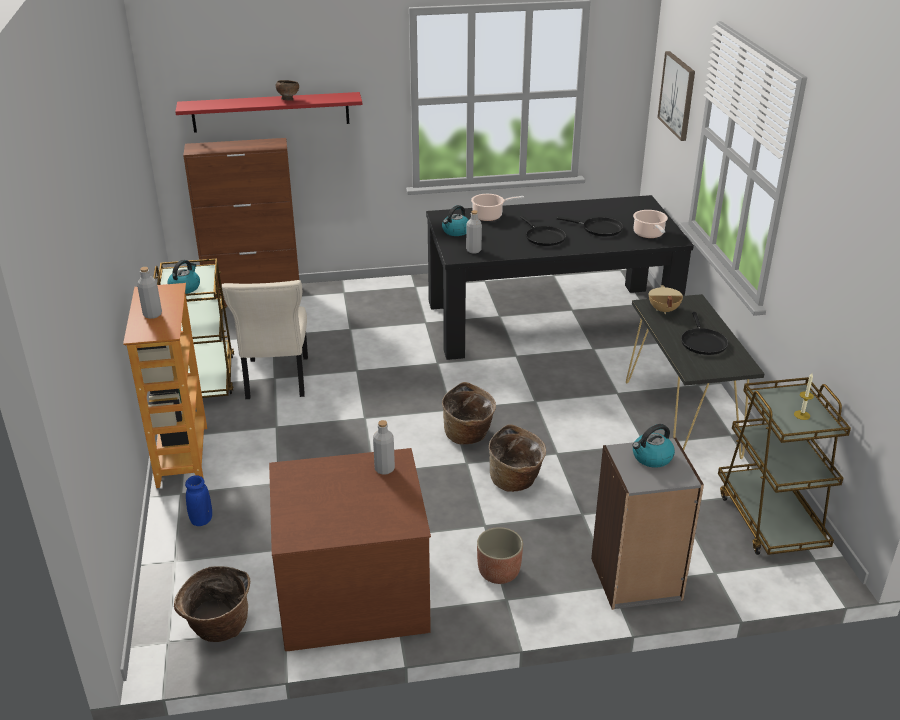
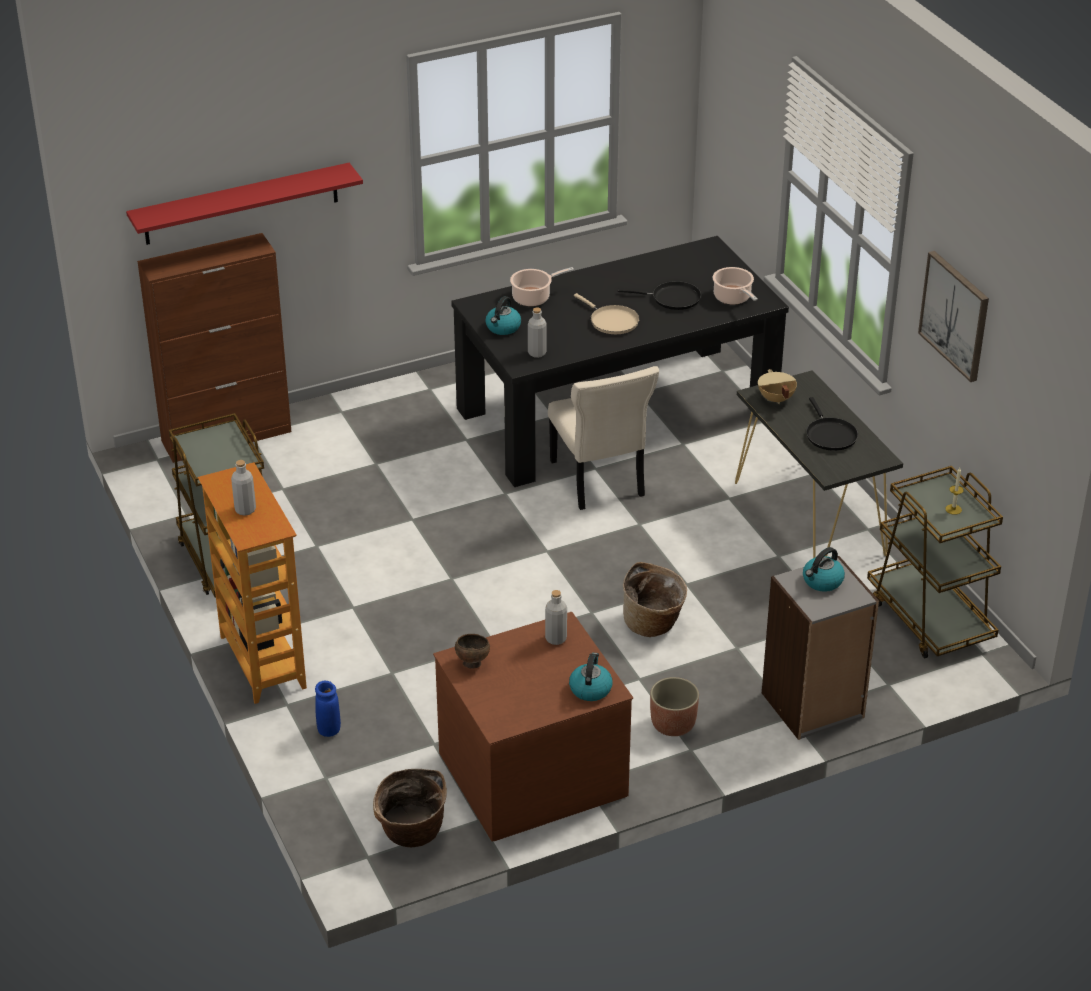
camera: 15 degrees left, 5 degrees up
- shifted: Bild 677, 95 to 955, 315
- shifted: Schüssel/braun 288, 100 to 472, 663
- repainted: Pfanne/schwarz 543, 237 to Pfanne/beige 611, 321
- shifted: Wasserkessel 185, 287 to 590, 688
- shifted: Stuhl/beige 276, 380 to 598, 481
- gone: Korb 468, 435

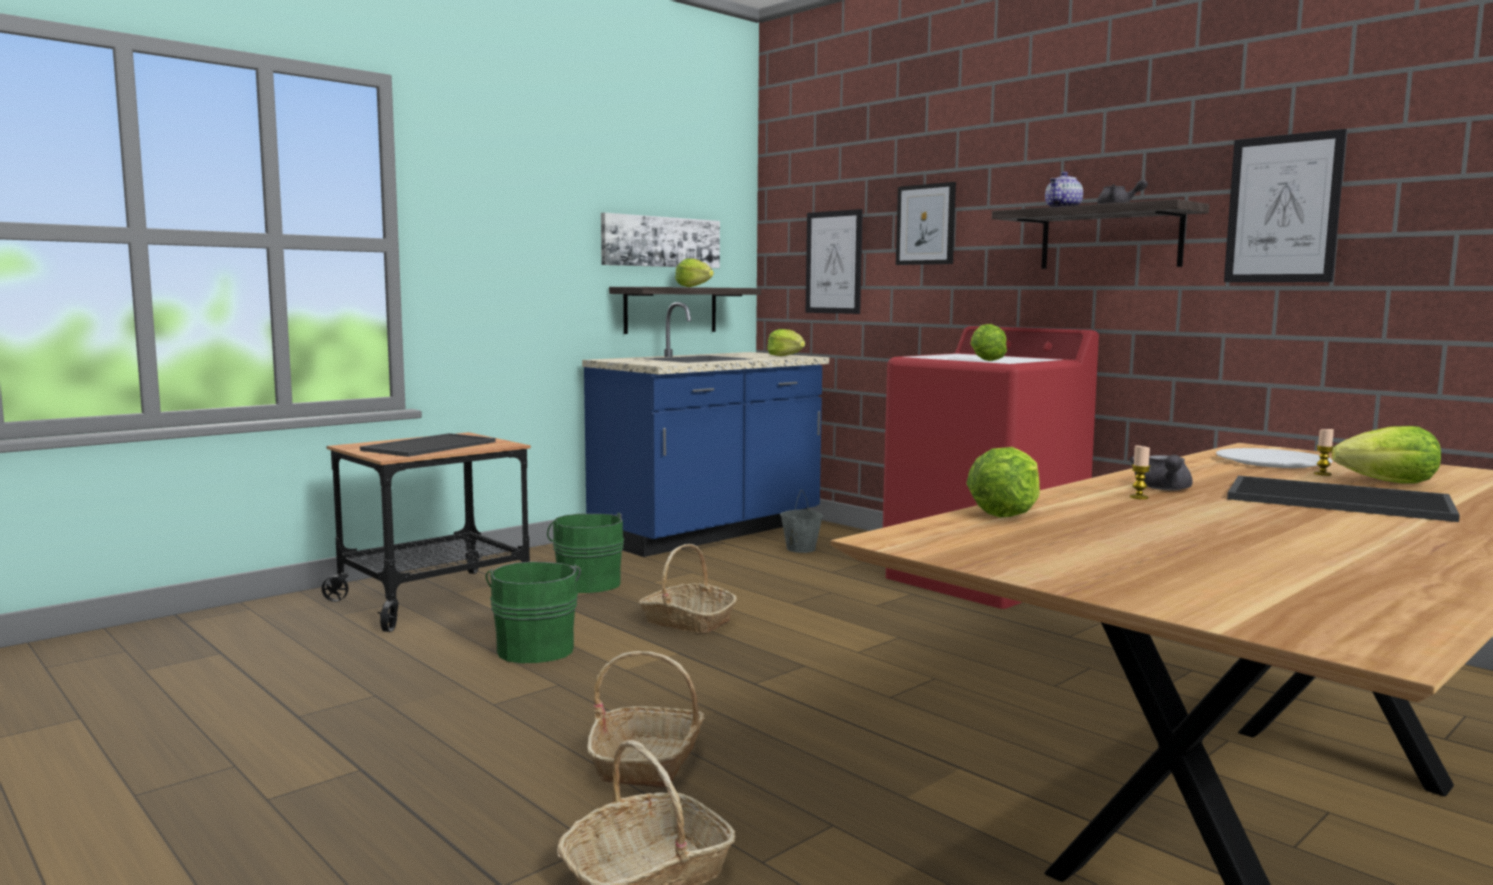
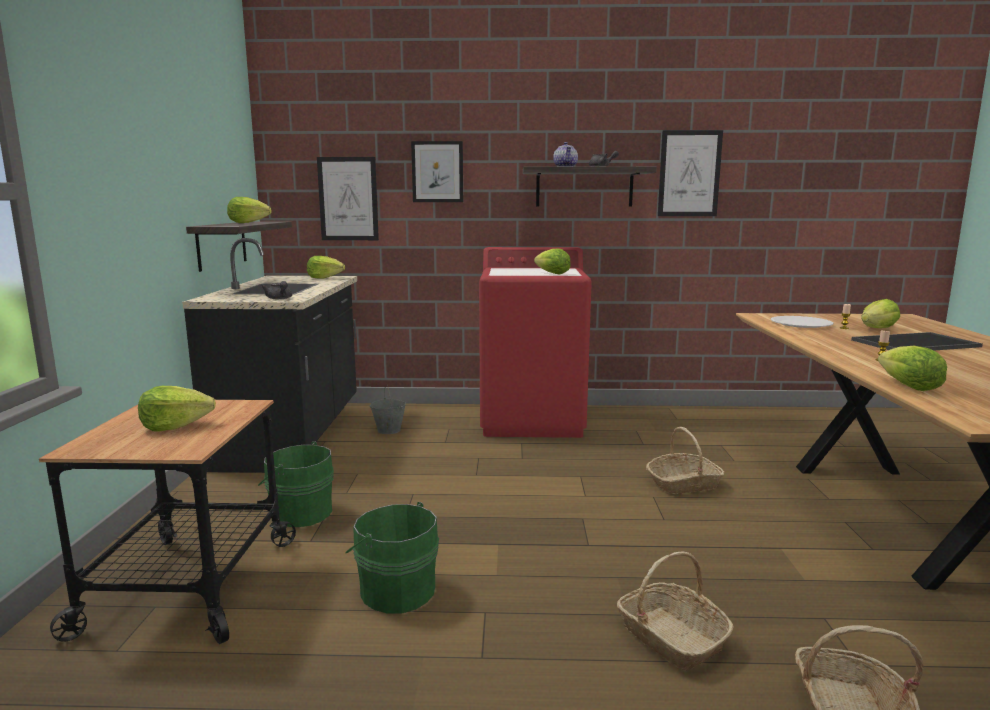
camera: 45 degrees left, 5 degrees up
- gone: Bild 660, 242
- repainted: Küchenzeile/blau 709, 532 to Küchenzeile/schwarz 293, 435
- swapped: Tablett 429, 446 to Salatkopf 175, 426
- shifted: Teekanne/grau 1164, 489 to 280, 299
- shifted: Korb 687, 621 to 683, 484

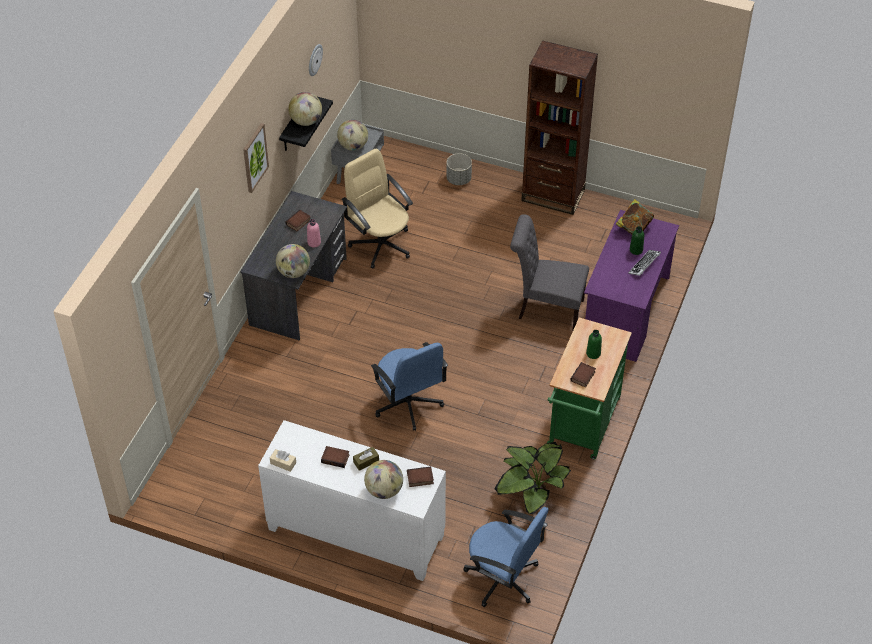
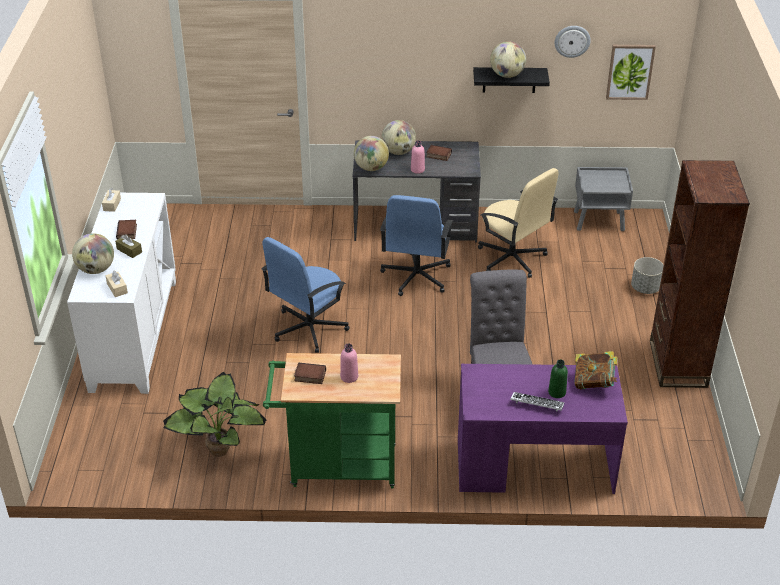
camera: 70 degrees right, 10 degrees down
- shifted: Globus 353, 146 to 398, 152
- shifted: Bild 254, 157 to 630, 71
- rotated: Bürostuhl/beige 381, 244 = 512, 259 105 degrees clockwise
- repainted: Flasche/grün 593, 353 to Flasche/rosa 349, 377
- swapped: Buch 420, 479 to Taschentuchbox/beige 117, 288
- shifted: Bürostuhl/blau 503, 579 to 416, 276

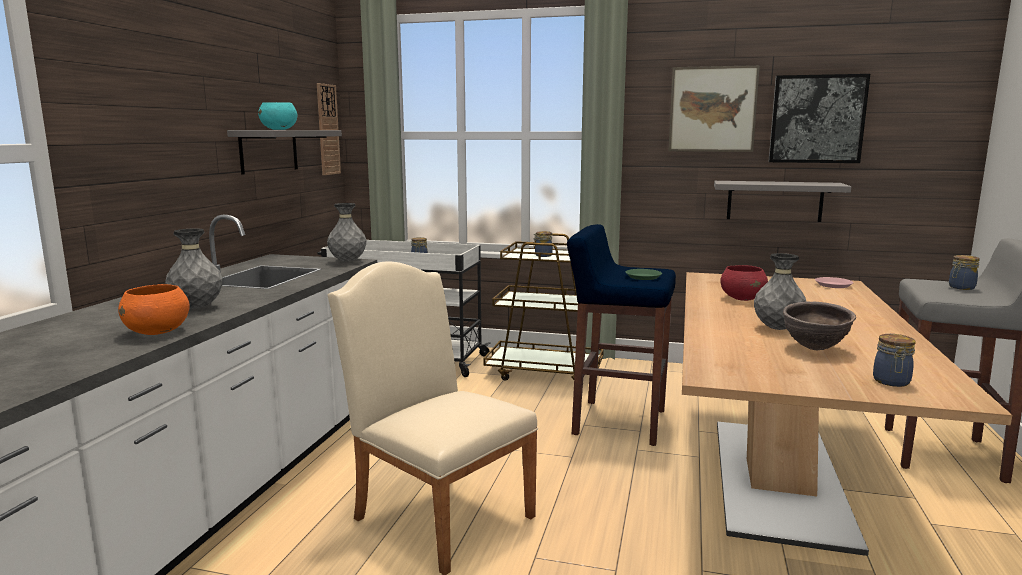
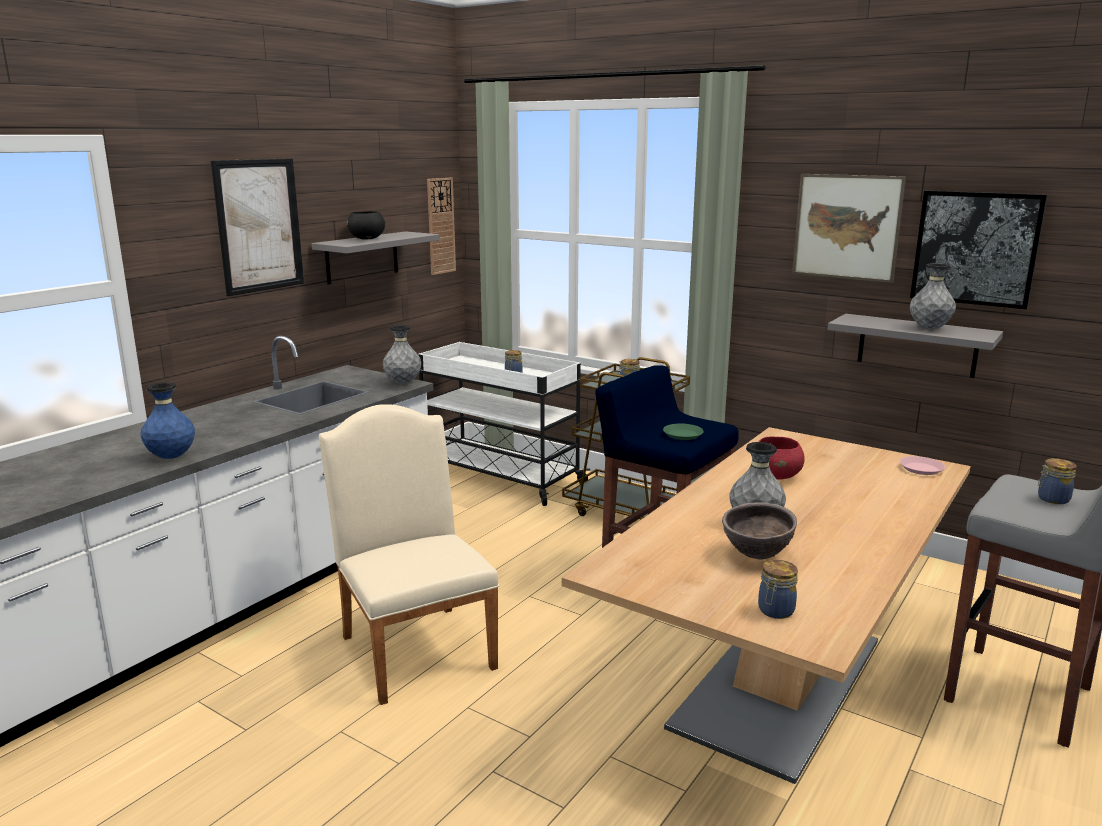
camera: 20 degrees right, 5 degrees up
- repainted: Schüssel/türkis 279, 129 to Schüssel/schwarz 367, 239
- shifted: Vase/grau 197, 307 to 929, 328
- swapped: Schüssel/orange 158, 332 to Vase/blau 171, 457
- new: Bild 259, 225

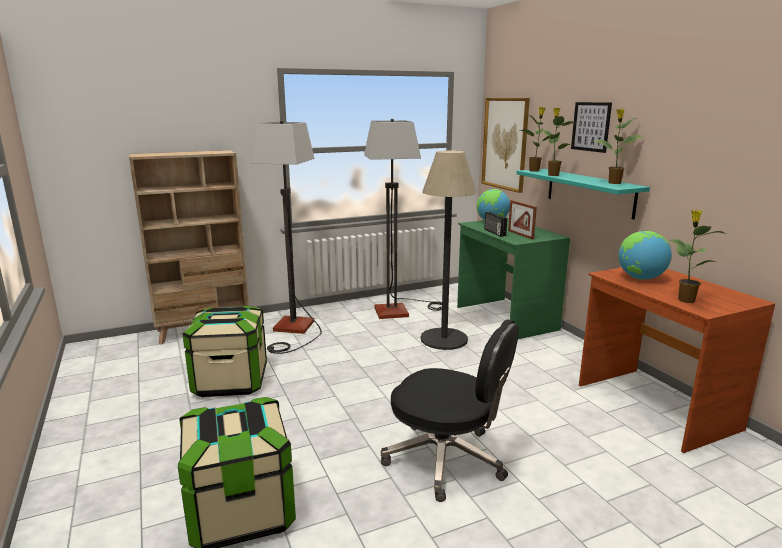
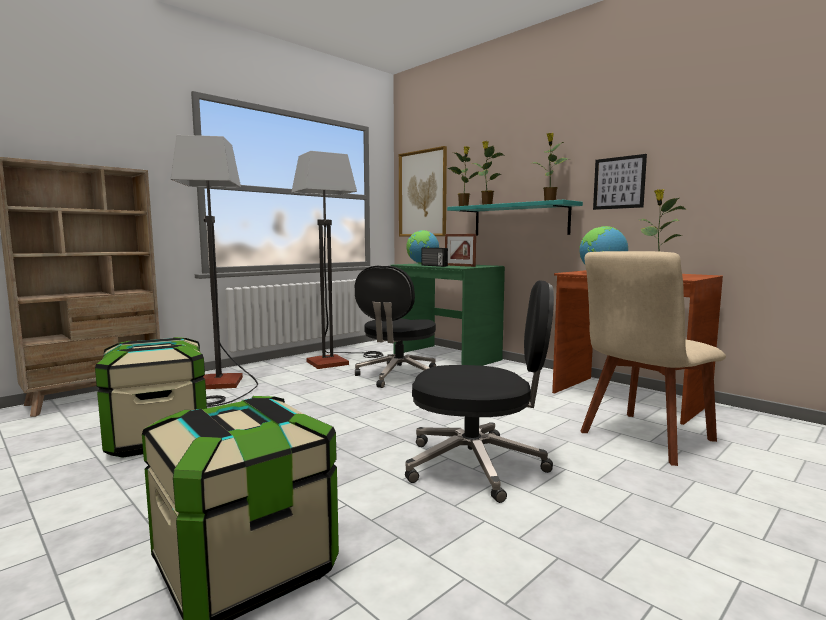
camera: 20 degrees left, 10 degrees down
- shifted: Bild 591, 126 to 619, 183
- swapped: Stehlampe 444, 339 to Bürostuhl/schwarz 398, 376
- new: Stuhl/beige 644, 438

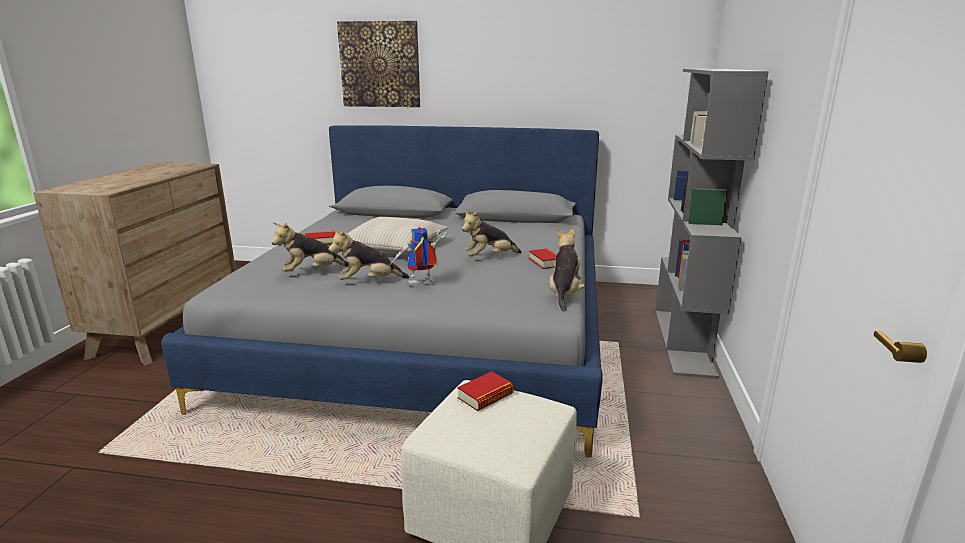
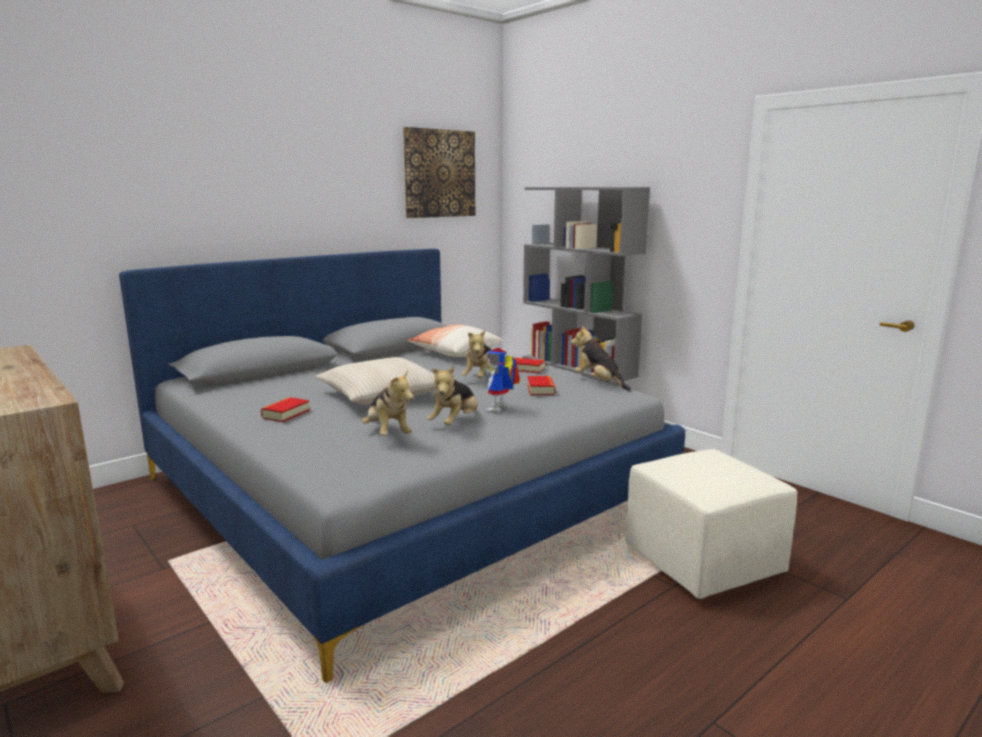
camera: 50 degrees left, 5 degrees down
- shifted: Bild 380, 64 to 439, 173
- rotated: Plüschtier 312, 272 = 387, 434 45 degrees counterclockwise
- shifted: Buch 485, 396 to 540, 389
- new: Kissen 455, 353

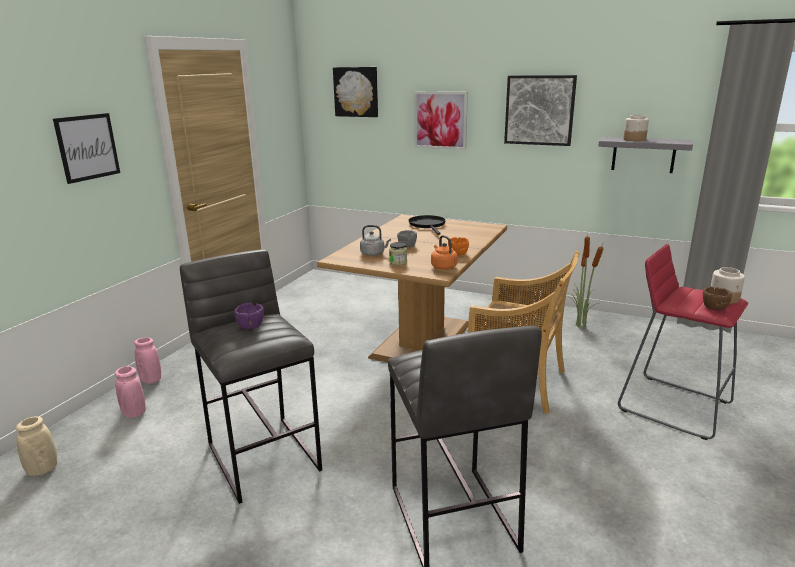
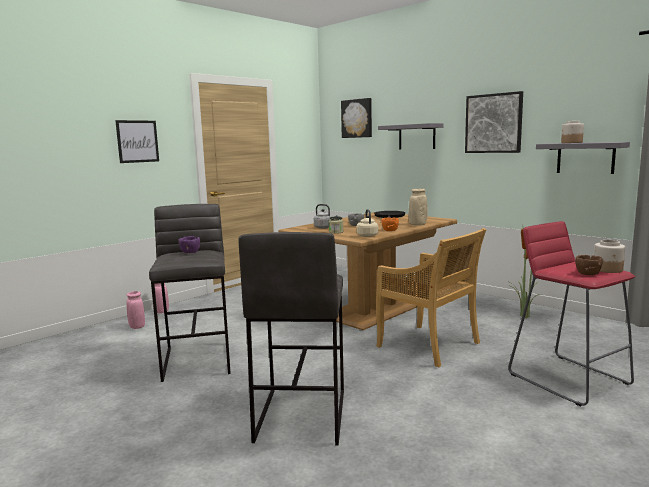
camera: 20 degrees right, 10 degrees down
- swapped: Bild 440, 120 to Wandregal/grau 417, 137
- repainted: Wasserkessel/orange 443, 266 to Wasserkessel/beige 367, 235
- shifted: Vase/beige 43, 469 to 417, 225

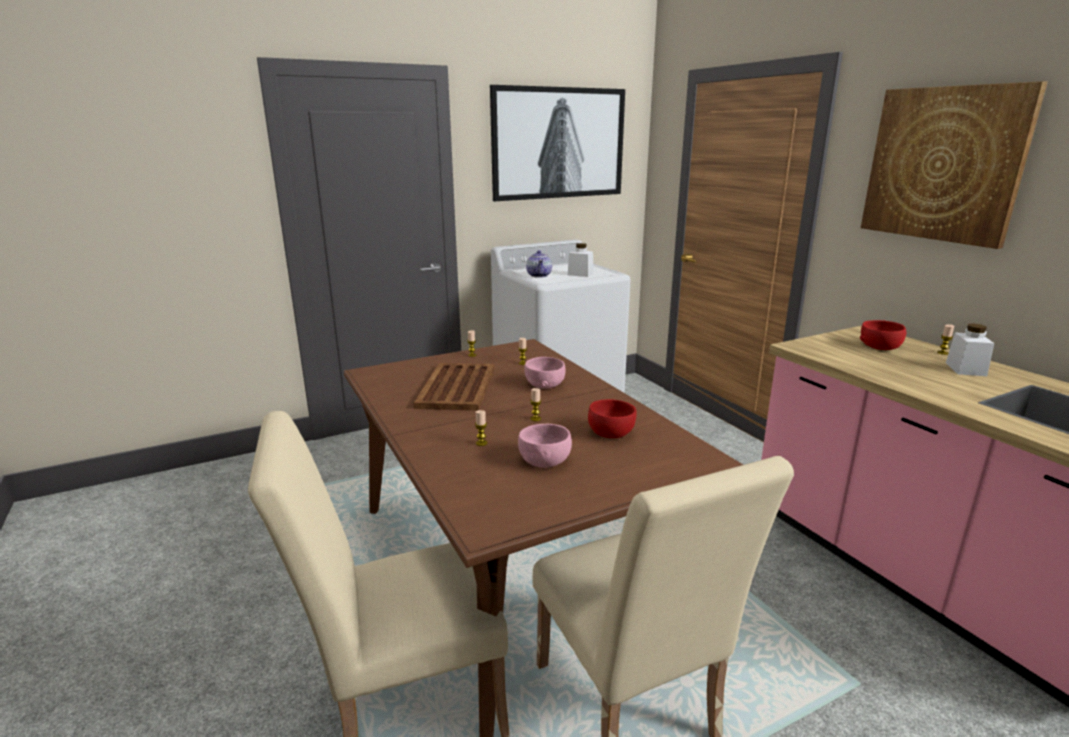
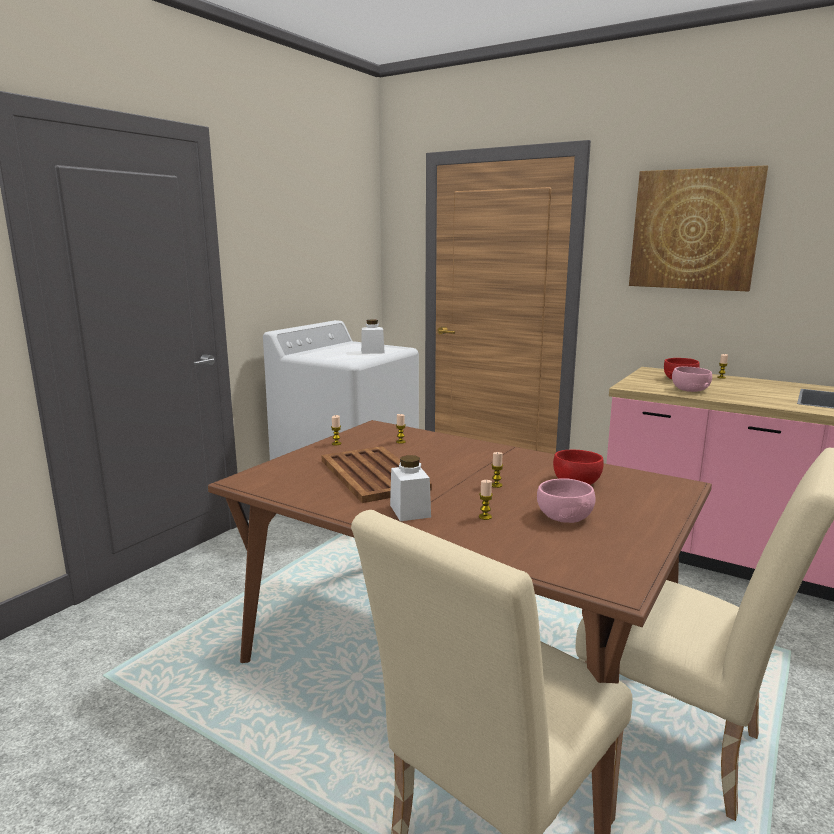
camera: 30 degrees left, 5 degrees down
- gone: Bild 558, 143
- gone: Teekanne 539, 275
- shifted: Vorratsglas/weiß 965, 369 to 410, 511
- shifted: Schüssel/rosa 544, 384 to 690, 389

